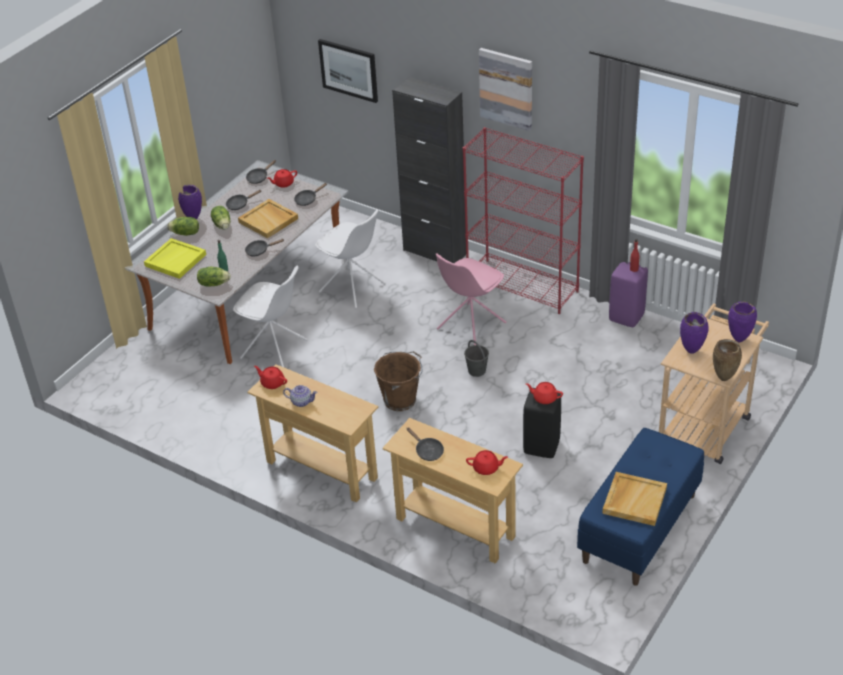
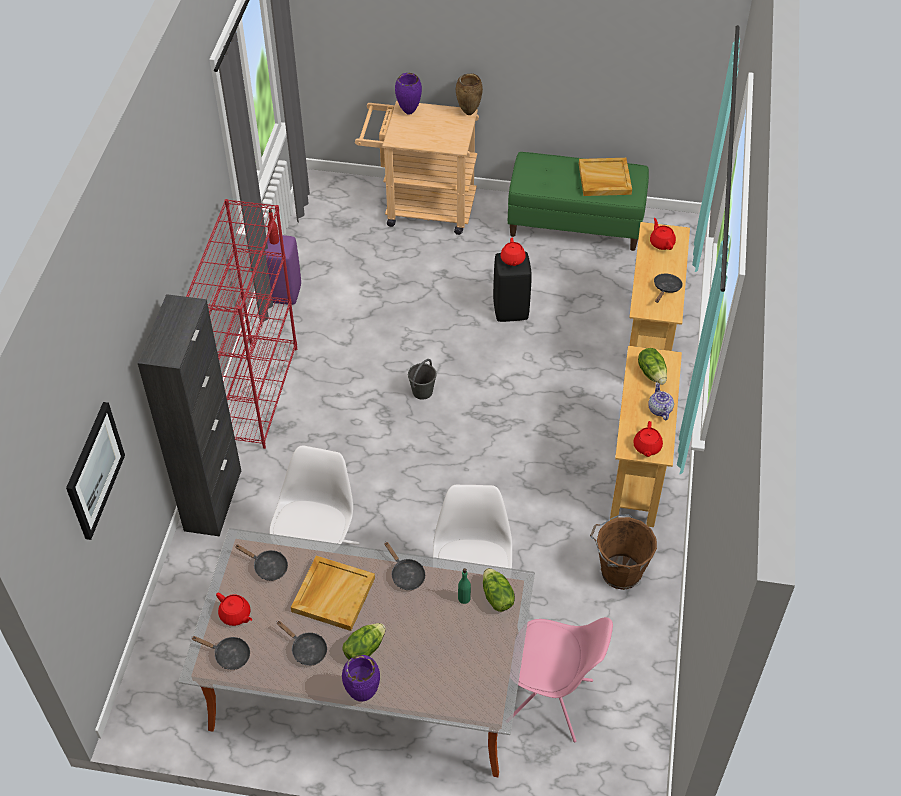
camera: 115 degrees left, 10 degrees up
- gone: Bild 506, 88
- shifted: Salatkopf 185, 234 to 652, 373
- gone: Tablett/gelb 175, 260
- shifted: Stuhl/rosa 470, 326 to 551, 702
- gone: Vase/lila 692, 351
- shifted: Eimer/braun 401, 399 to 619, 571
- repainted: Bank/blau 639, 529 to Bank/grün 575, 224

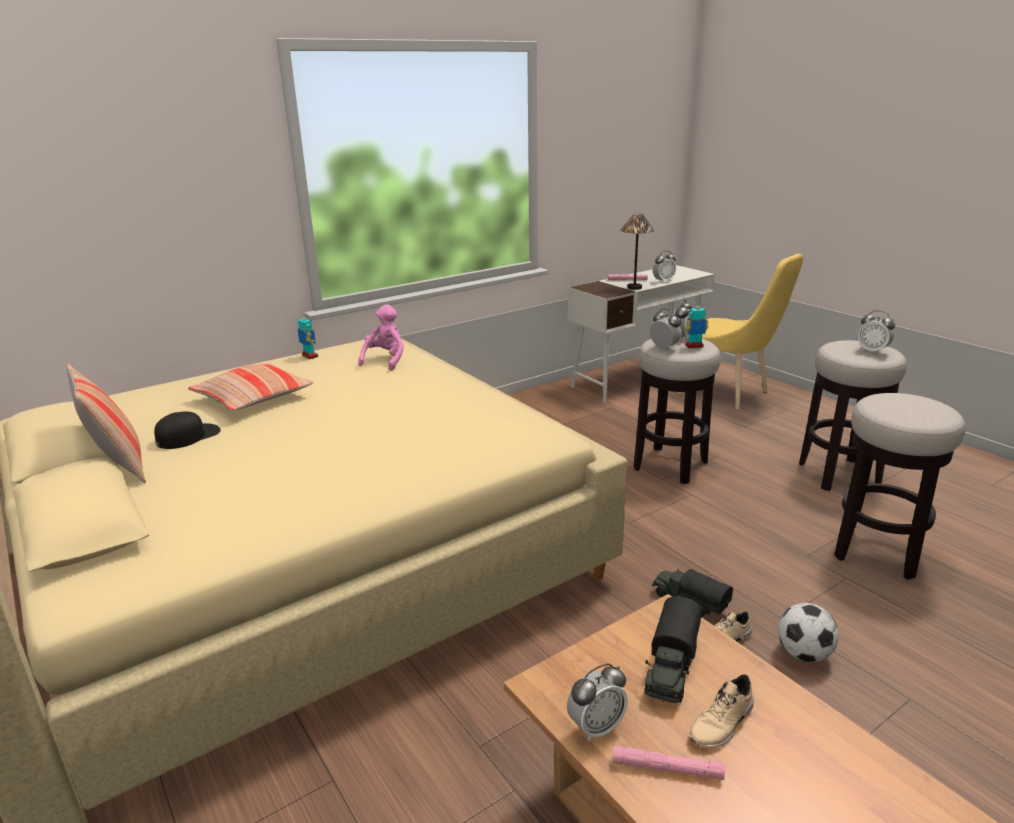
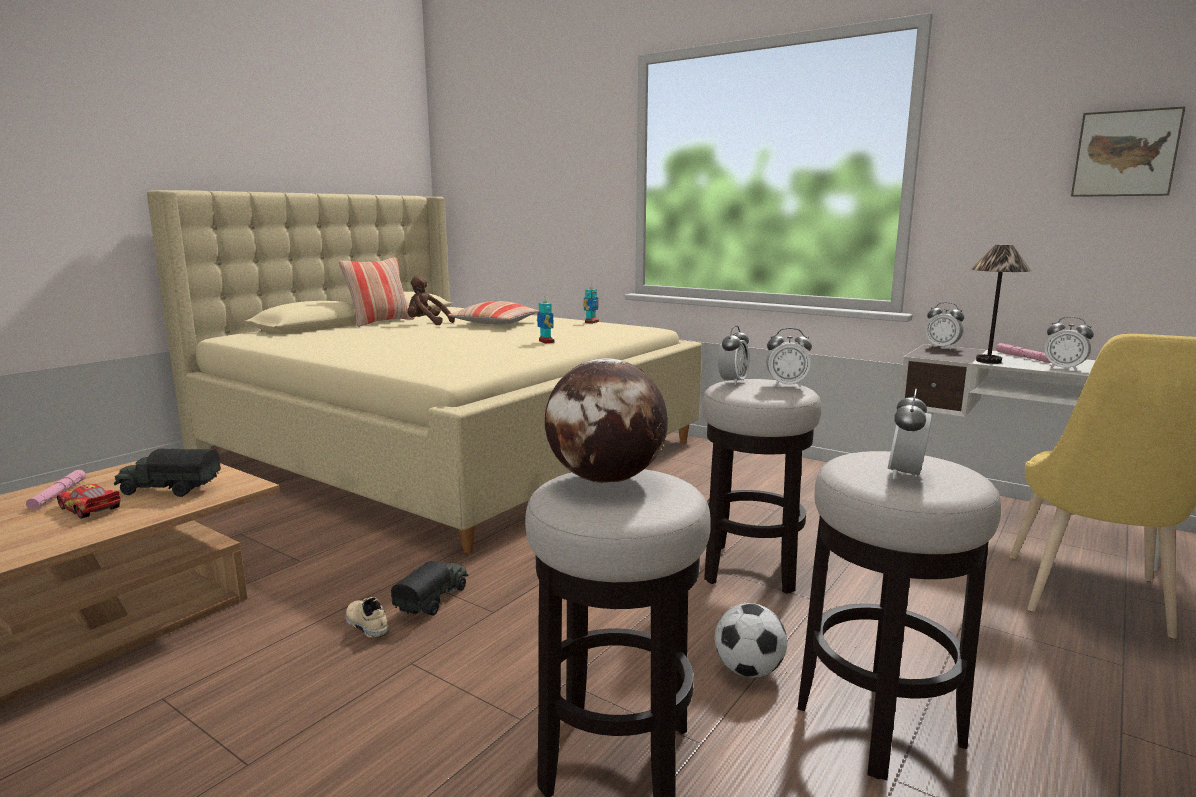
camera: 70 degrees right, 10 degrees down
- gone: Plüschtier/rosa 385, 360
- shifted: Spielzeugroboter 694, 346 to 546, 342
- swapped: Kappe/schwarz 188, 436 to Plüschtier/braun 427, 324
- shifted: Fußball 803, 654 to 748, 670
- shifted: Wecker 596, 727 to 942, 347
- swapped: Schuh/beige 723, 724 to Spielzeugauto 90, 508
- new: Bild 1125, 154
- new: Globus 606, 479

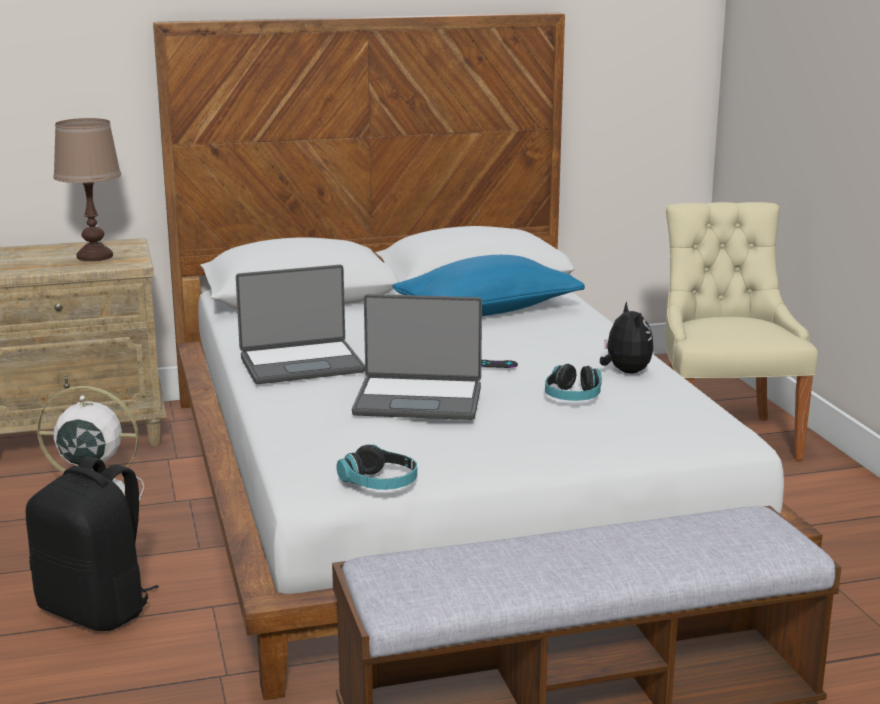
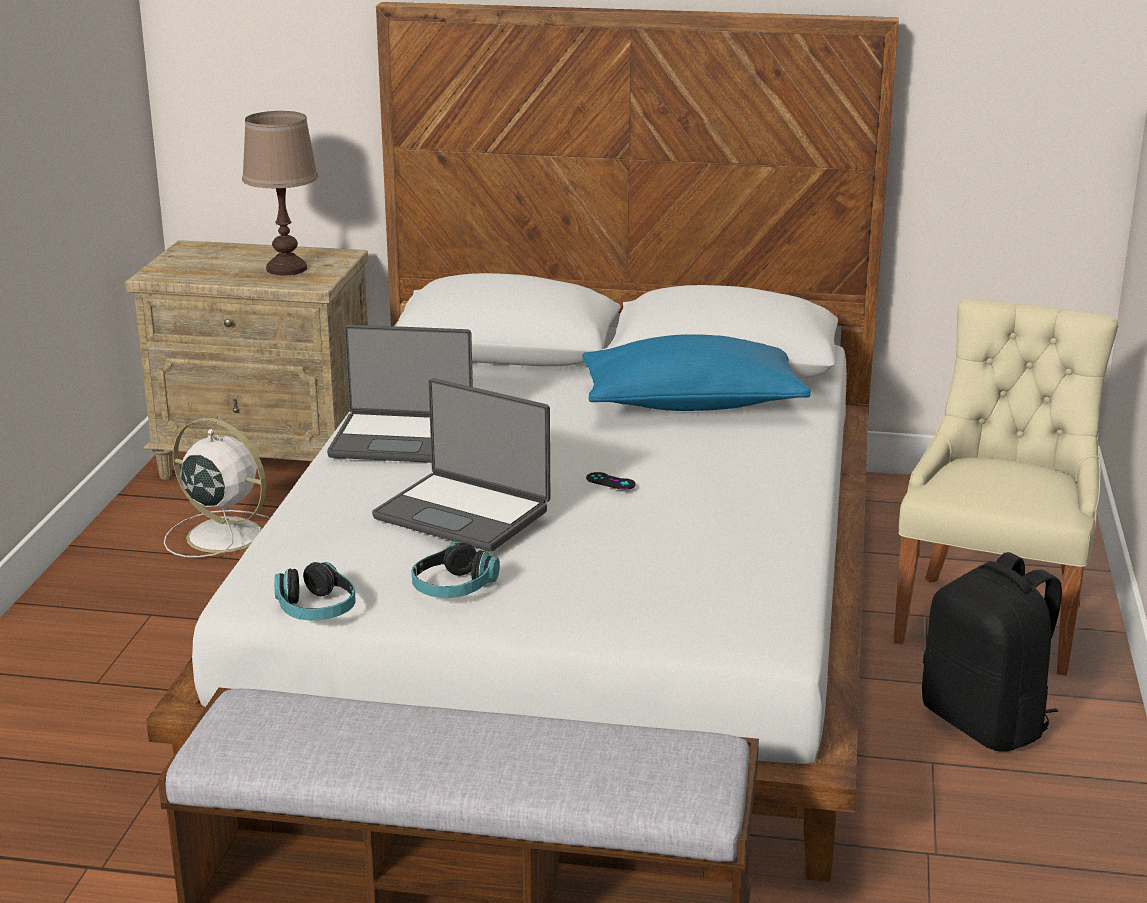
camera: 25 degrees right, 5 degrees up
- gone: Plüschtier 625, 372
- shifted: Kopfhörer 573, 397 to 453, 587
- shifted: Rucksack/schwarz 97, 610 to 986, 723

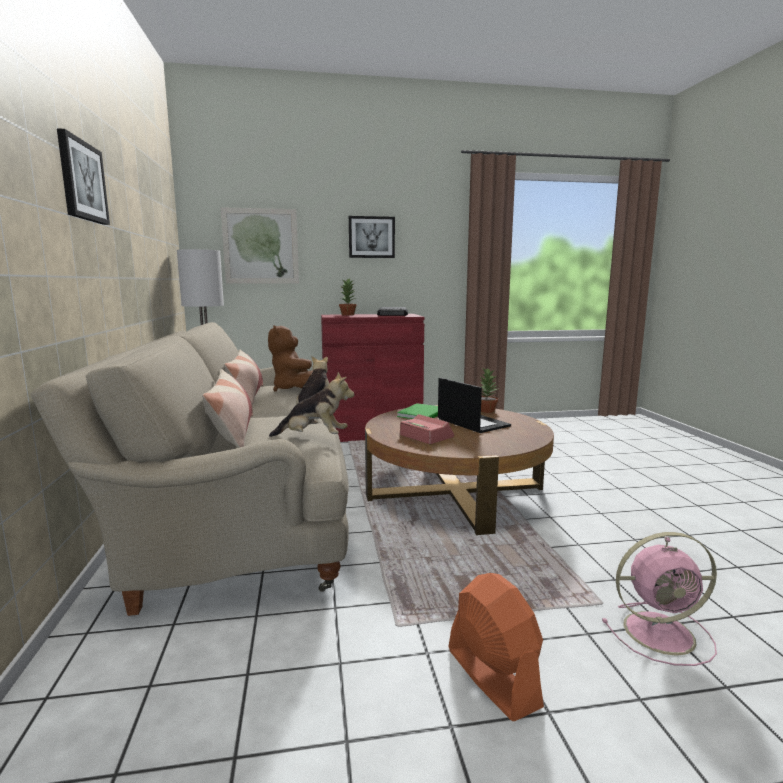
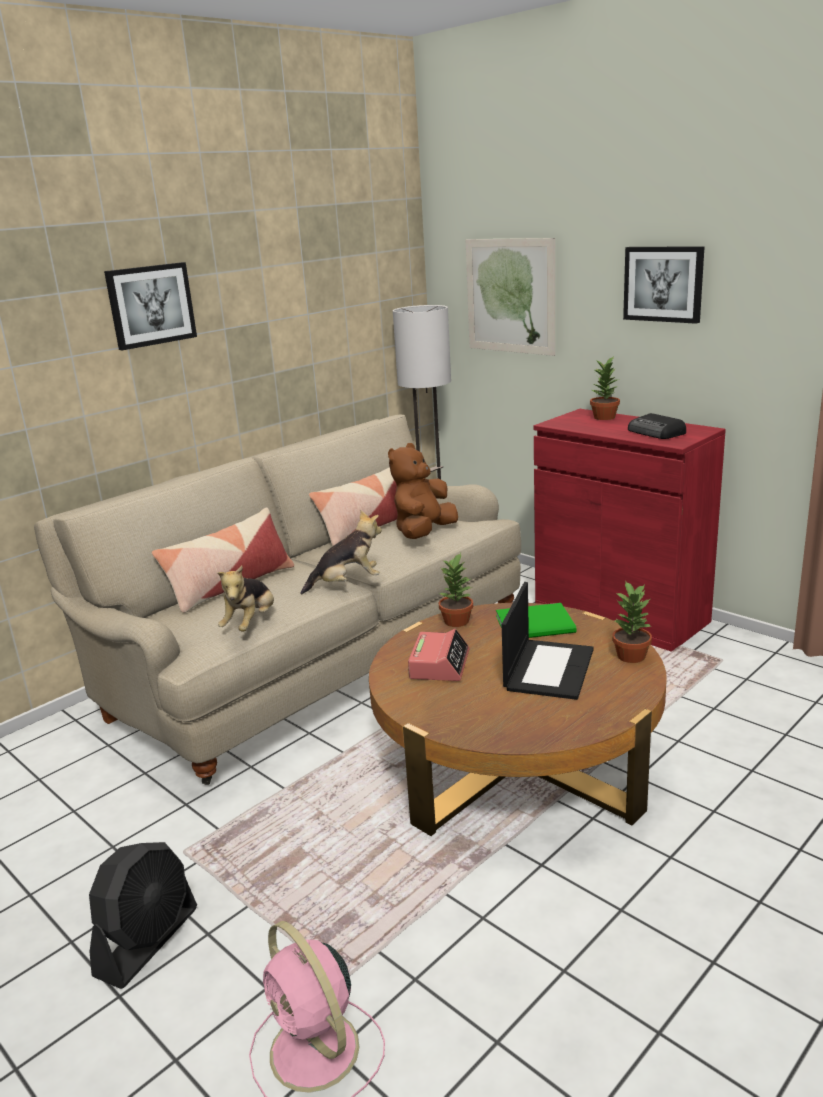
camera: 55 degrees right, 10 degrees up
- rotated: Plüschtier 314, 438 = 251, 623 45 degrees clockwise
- repainted: Ventilator/orange 492, 676 to Ventilator/schwarz 148, 941
- new: Topfpflanze 457, 621

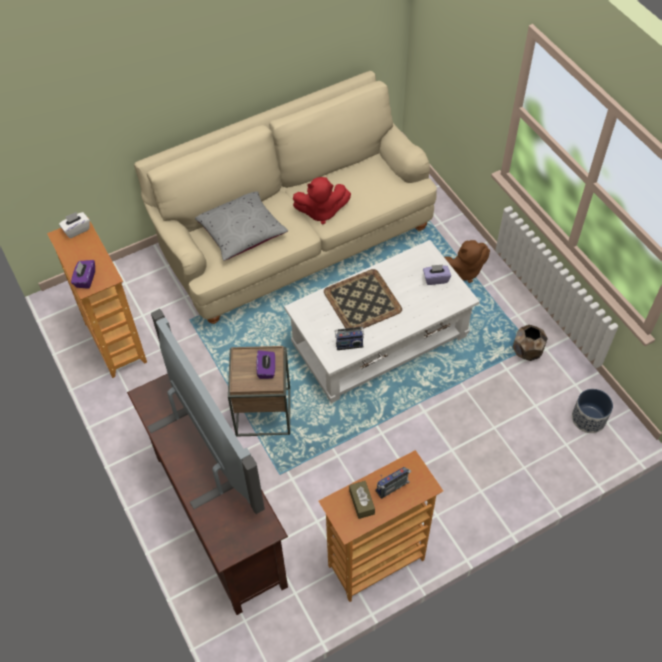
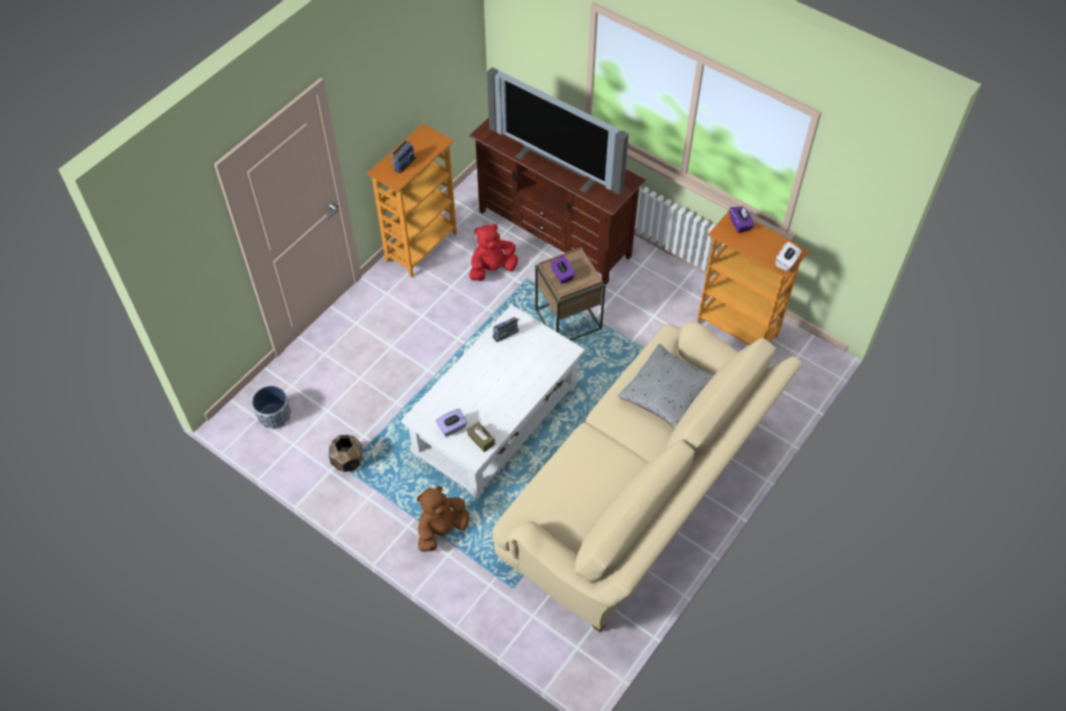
camera: 155 degrees right, 0 degrees up
- shifted: Plüschtier/rot 321, 211 to 492, 269
- gone: Tablett 361, 300
- shifted: Taschentuchbox/braun 361, 502 to 481, 439

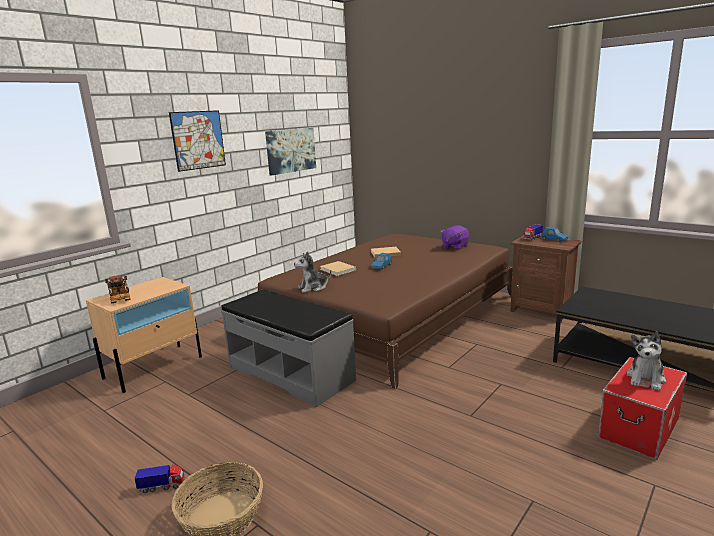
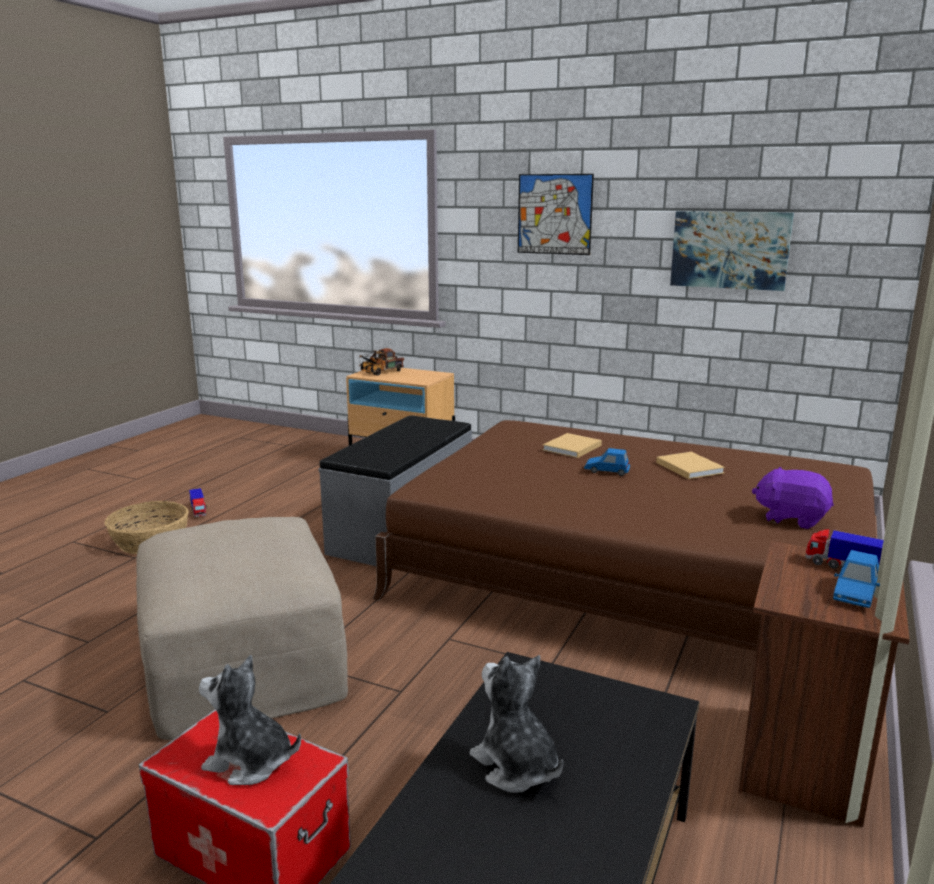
camera: 75 degrees right, 0 degrees up
- shifted: Plüschtier 313, 288 to 516, 766
- new: Polsterhocker/beige 243, 659

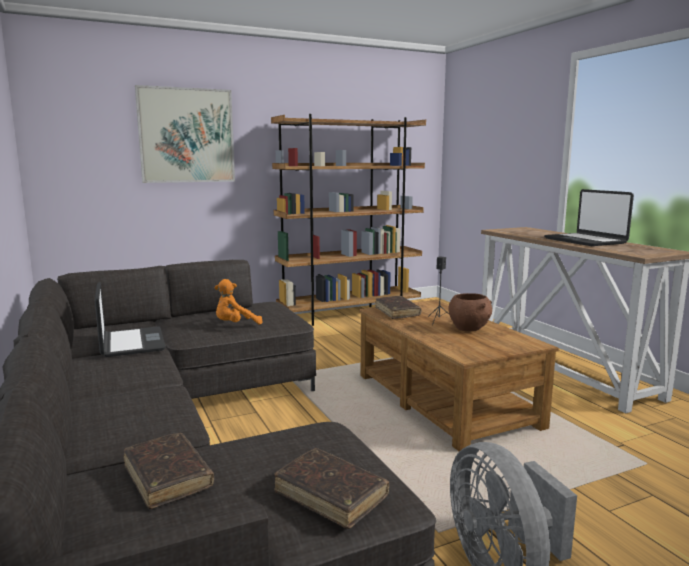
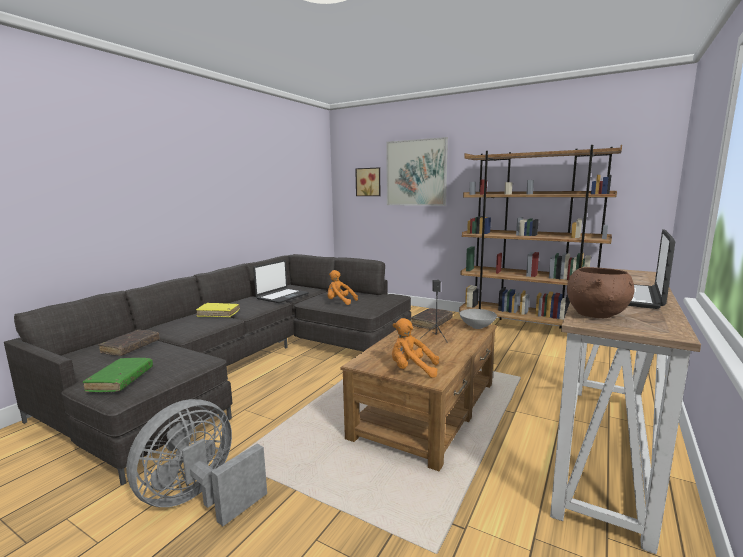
camera: 55 degrees right, 0 degrees up
- shifted: Schüssel/braun 469, 328 to 596, 315
- repainted: Buch/braun 331, 495 to Buch/grün 121, 380
- new: Bild 368, 182
- new: Buch/gelb 218, 314
- new: Schüssel/grau 477, 327
- new: Plüschtier/orange 412, 370

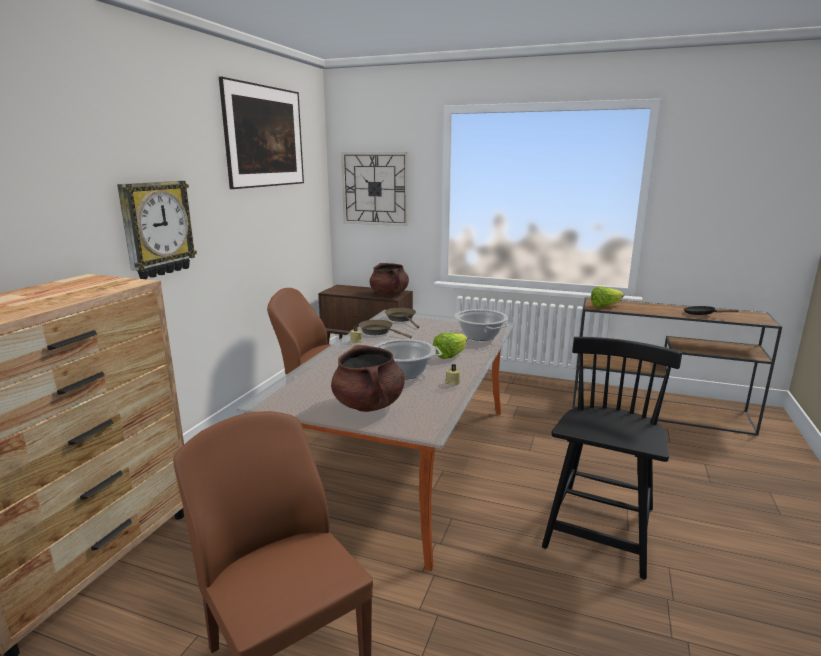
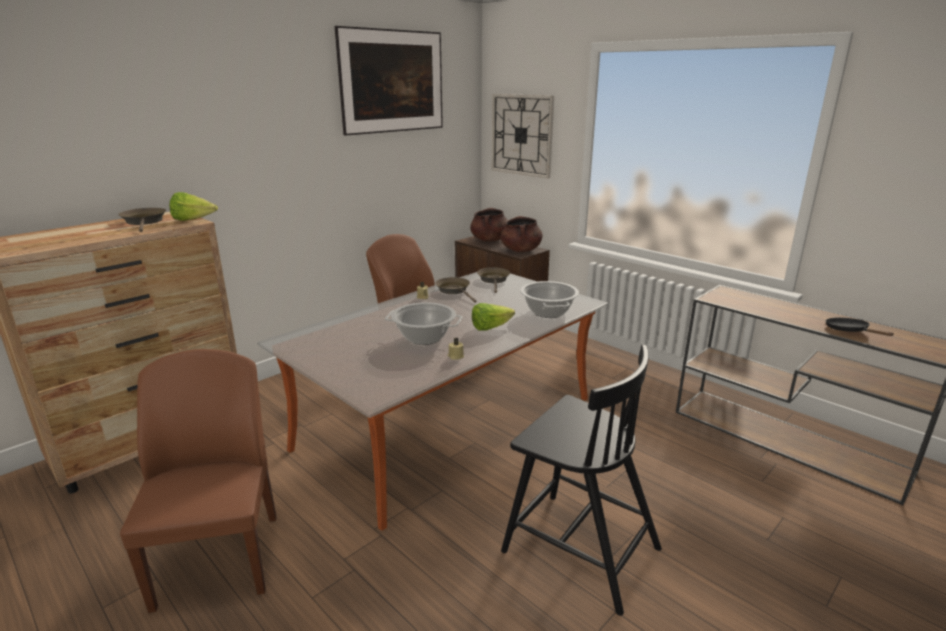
camera: 25 degrees right, 5 degrees up
- gone: Wanduhr 156, 229
- shifted: Salatkopf 605, 306 to 193, 220
- rotated: Stuhl/schwarz 600, 529 = 578, 548 75 degrees clockwise
- shifted: Kochtopf/braun 368, 405 to 489, 240
- new: Pfanne/braun 144, 222

